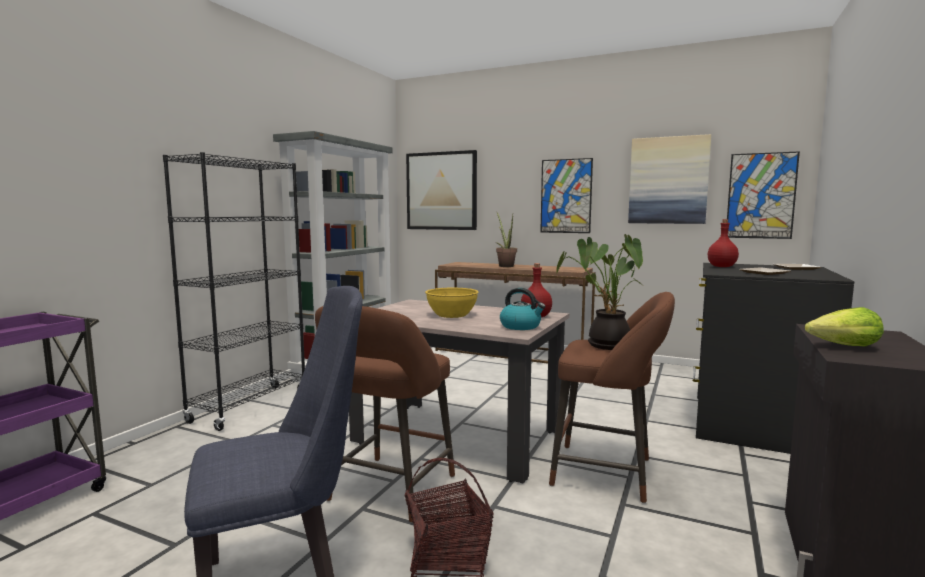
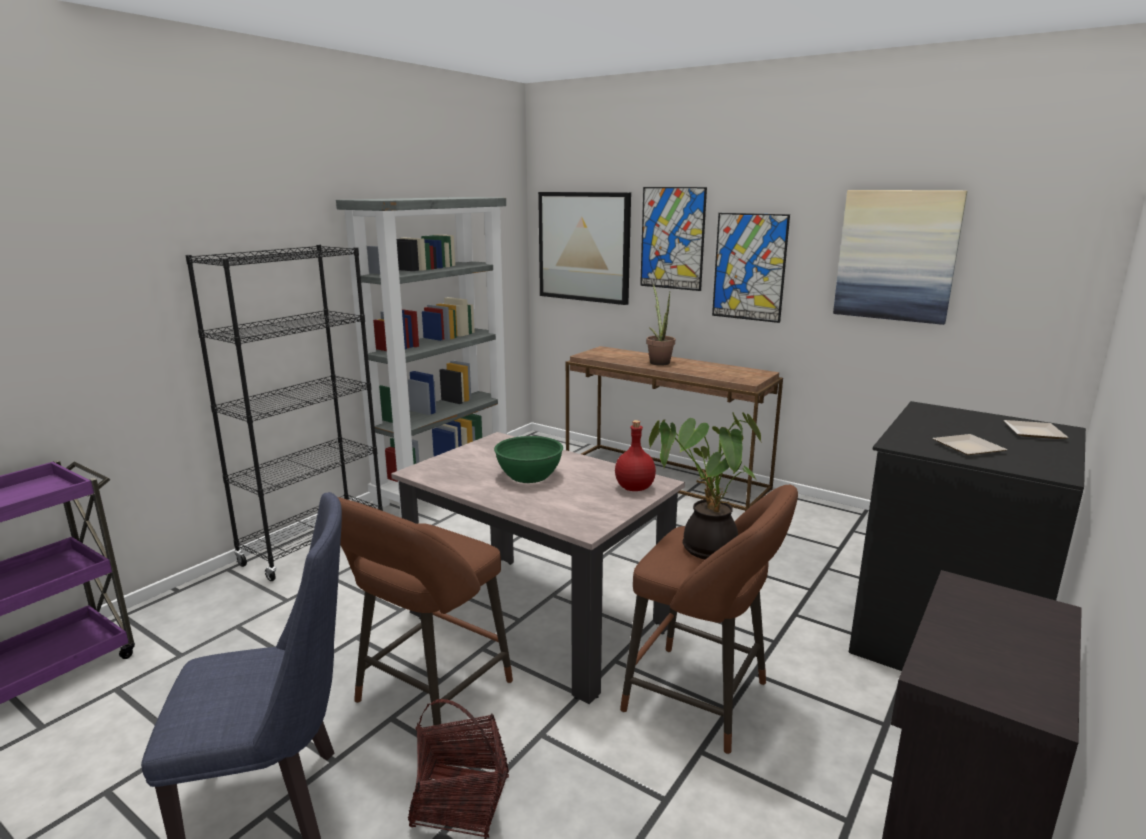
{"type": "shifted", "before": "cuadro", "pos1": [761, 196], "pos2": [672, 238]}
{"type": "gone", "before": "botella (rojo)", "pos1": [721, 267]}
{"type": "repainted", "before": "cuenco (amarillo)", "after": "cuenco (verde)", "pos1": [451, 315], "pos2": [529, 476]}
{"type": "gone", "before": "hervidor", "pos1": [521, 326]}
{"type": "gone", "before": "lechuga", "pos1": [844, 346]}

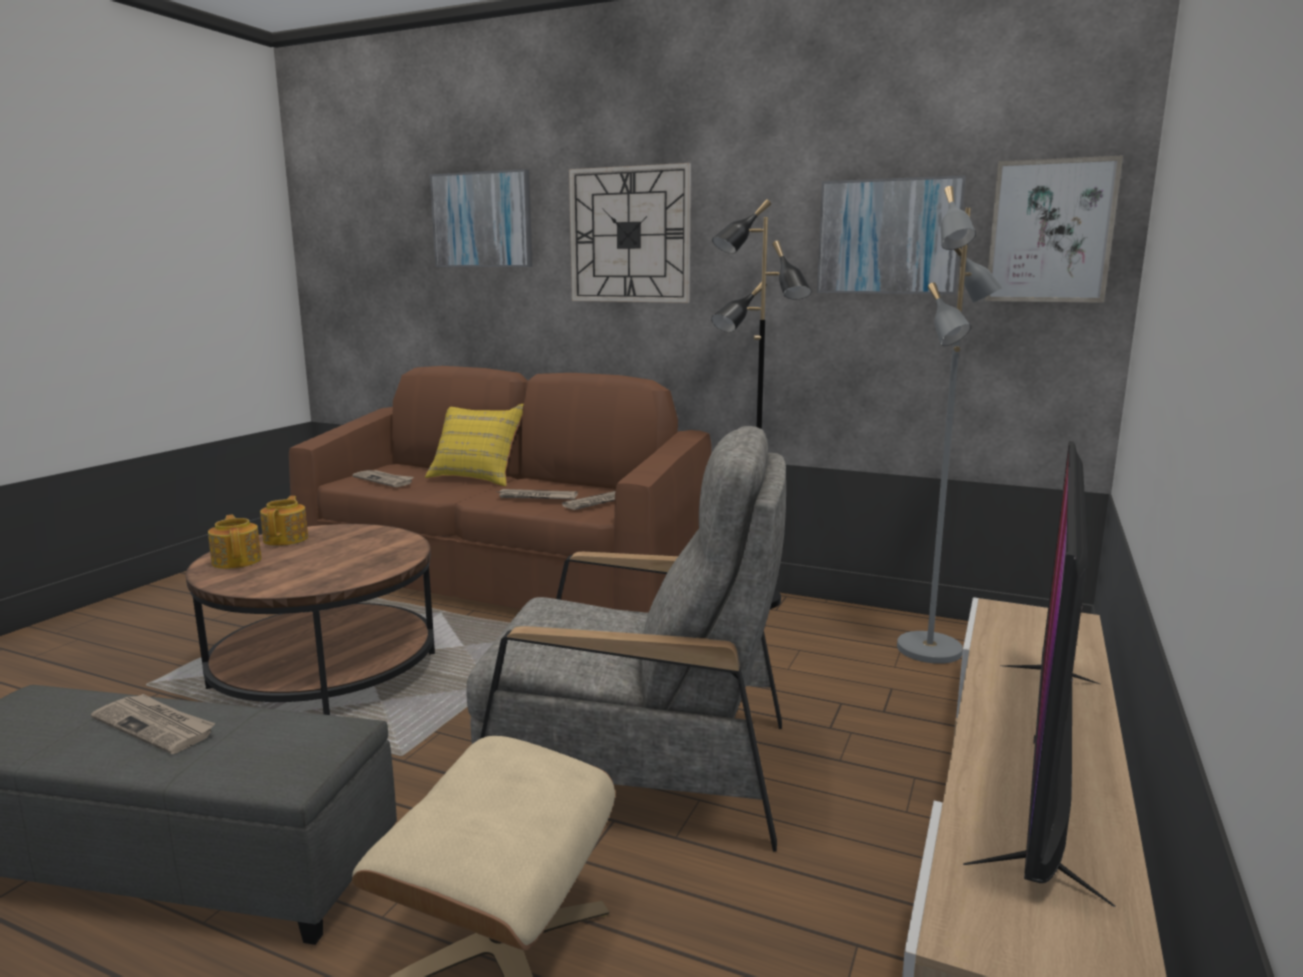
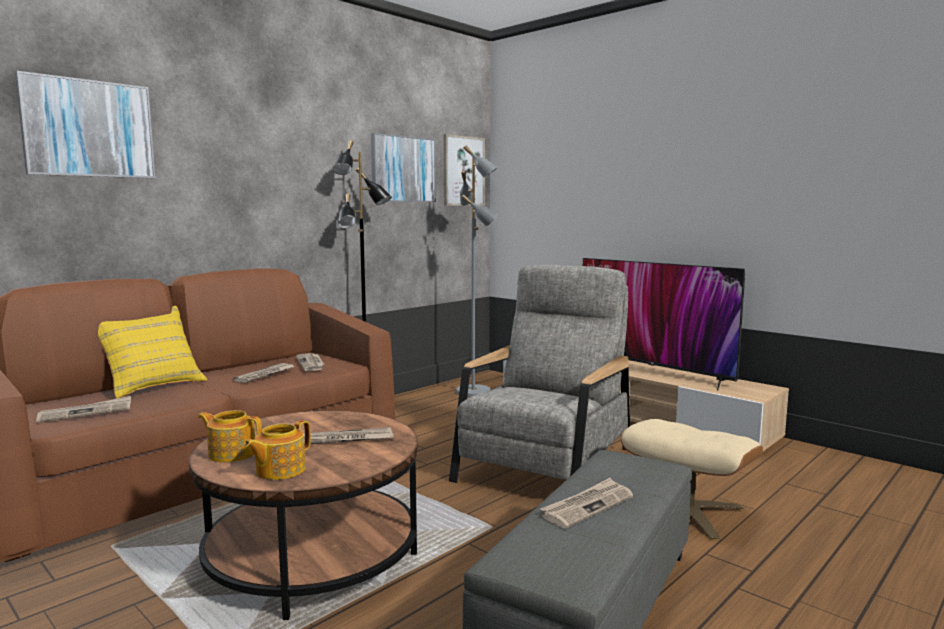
{"type": "gone", "before": "reloj de pared", "pos1": [630, 235]}
{"type": "rotated", "before": "tetera", "pos1": [237, 561], "pos2": [279, 470], "turn": -45}
{"type": "new", "after": "periódico", "pos2": [347, 439]}

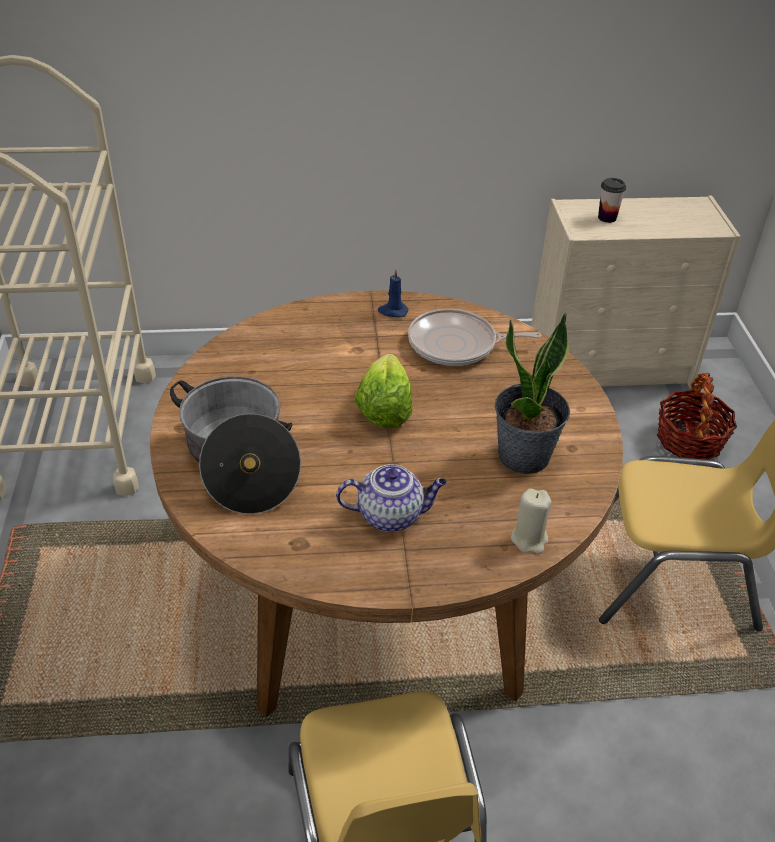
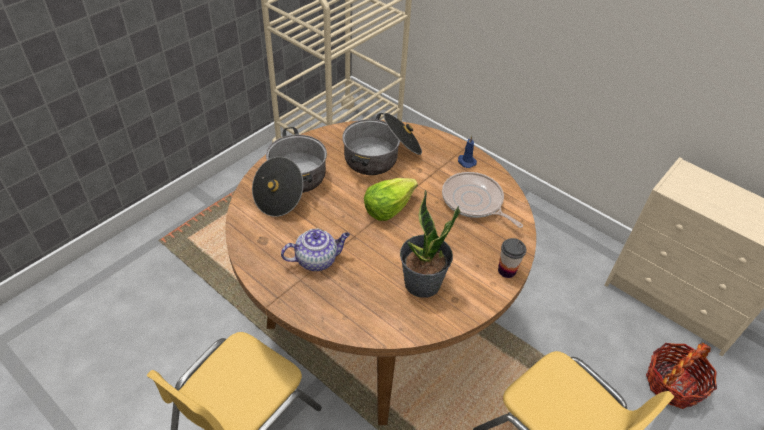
{"type": "shifted", "before": "taza", "pos1": [607, 218], "pos2": [507, 270]}
{"type": "rotated", "before": "tetera", "pos1": [391, 515], "pos2": [317, 260], "turn": -60}
{"type": "gone", "before": "vela (beis)", "pos1": [529, 539]}
{"type": "new", "after": "olla", "pos2": [382, 156]}

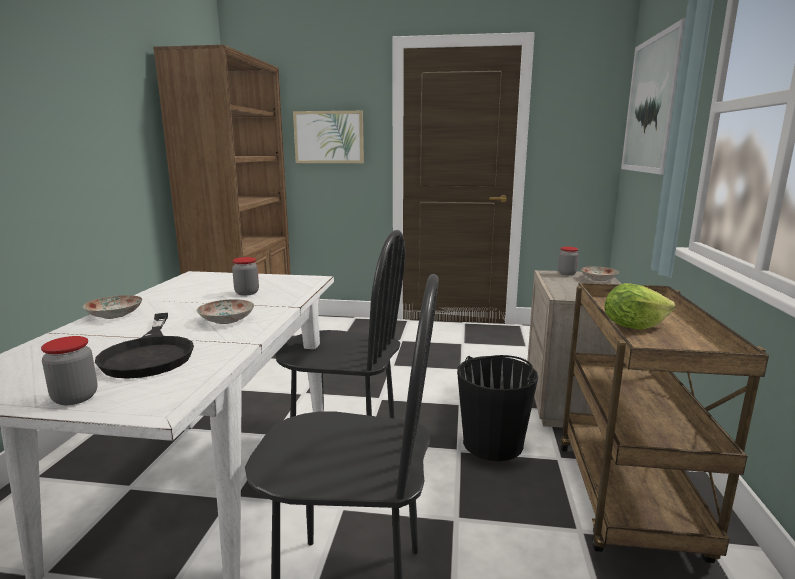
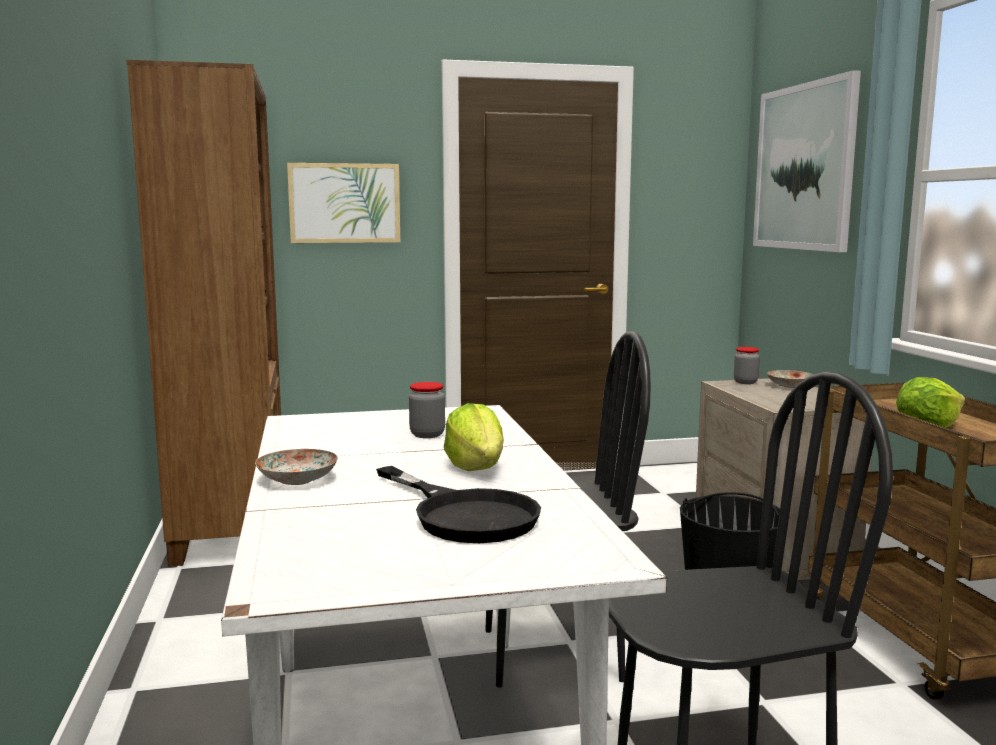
{"type": "swapped", "before": "plato", "after": "lechuga", "pos1": [227, 320], "pos2": [476, 467]}
{"type": "gone", "before": "tarro", "pos1": [75, 398]}

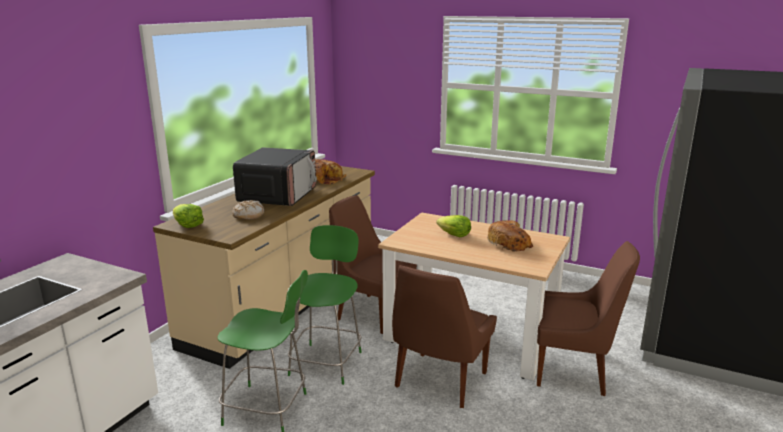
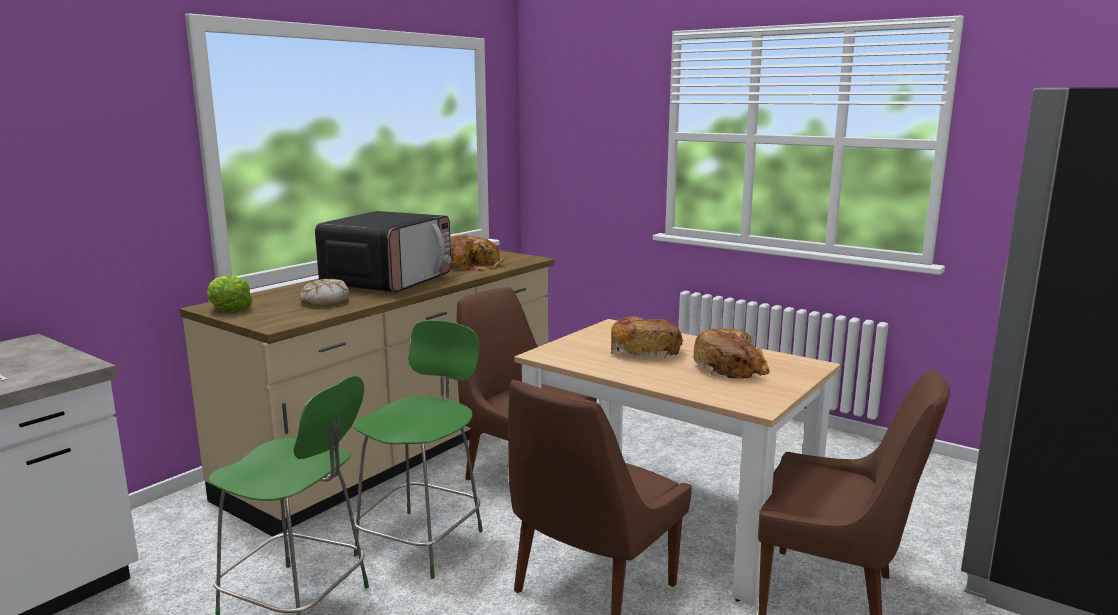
{"type": "swapped", "before": "lechuga", "after": "pan", "pos1": [454, 235], "pos2": [644, 350]}

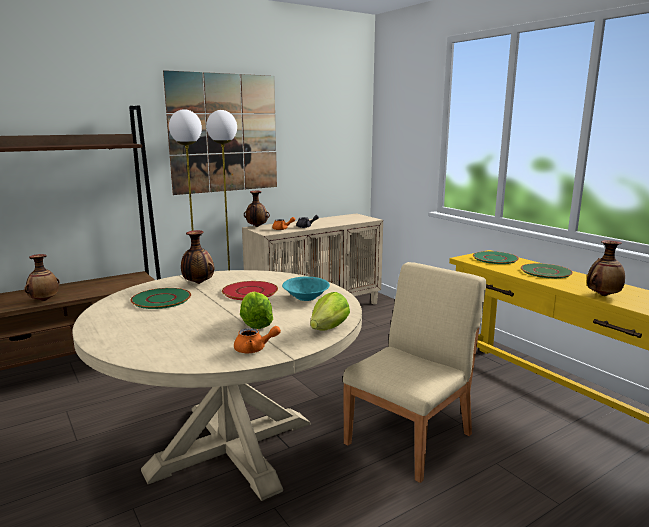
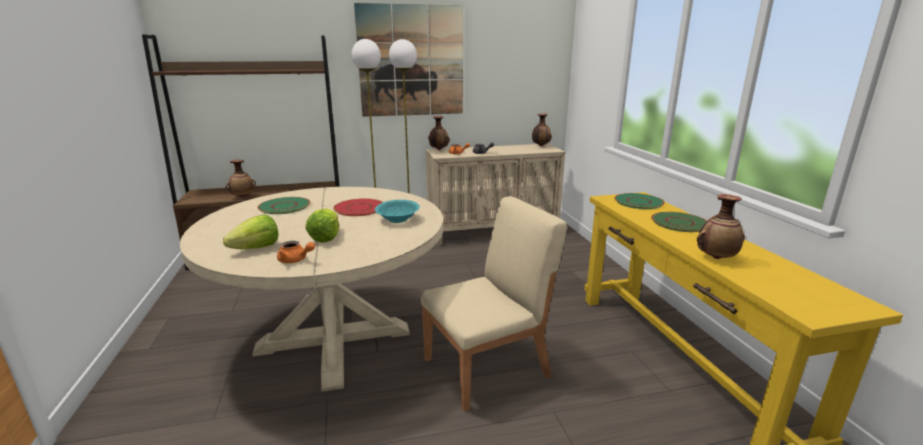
{"type": "shifted", "before": "florero", "pos1": [198, 283], "pos2": [540, 146]}
{"type": "shifted", "before": "lechuga", "pos1": [329, 328], "pos2": [257, 248]}

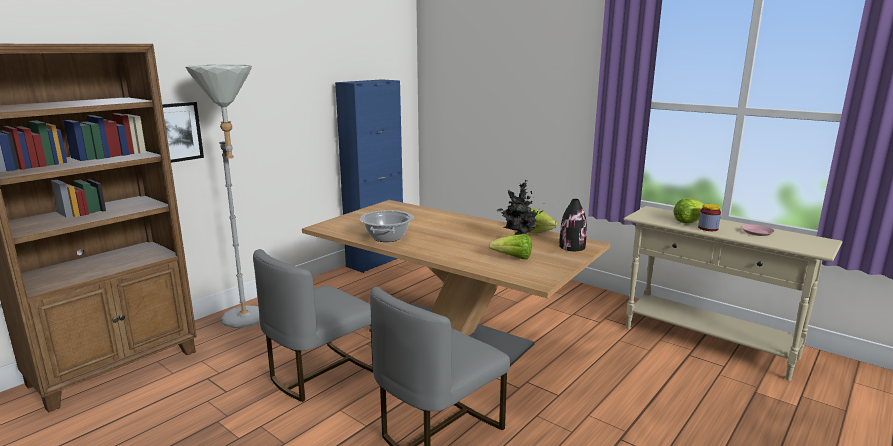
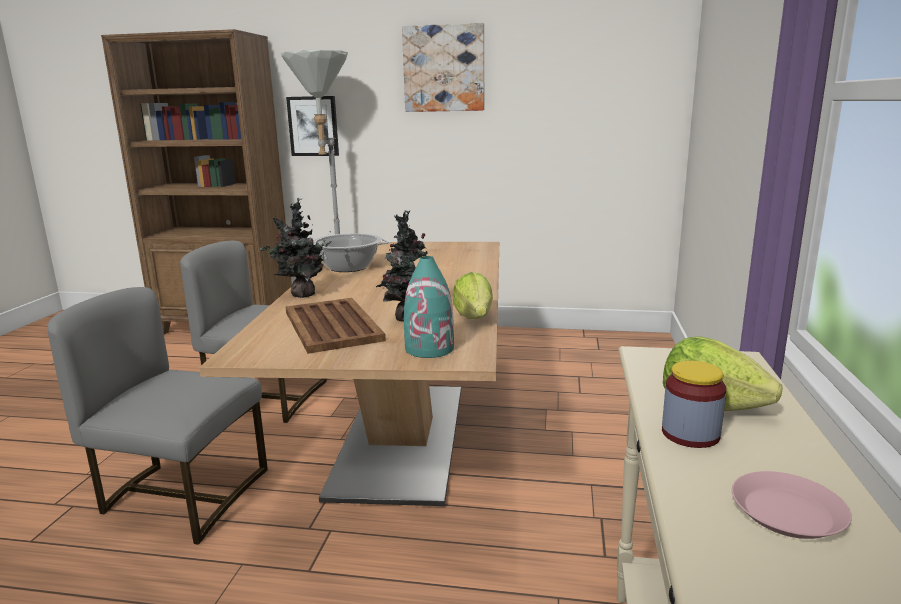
{"type": "gone", "before": "armario (azul)", "pos1": [375, 261]}
{"type": "repainted", "before": "florero (negro)", "after": "florero (turquesa)", "pos1": [572, 247], "pos2": [430, 349]}
{"type": "swapped", "before": "lechuga", "after": "bandeja (marrón)", "pos1": [513, 258], "pos2": [332, 326]}
{"type": "new", "after": "cuadro", "pos2": [444, 68]}
{"type": "new", "after": "planta en maceta", "pos2": [301, 295]}

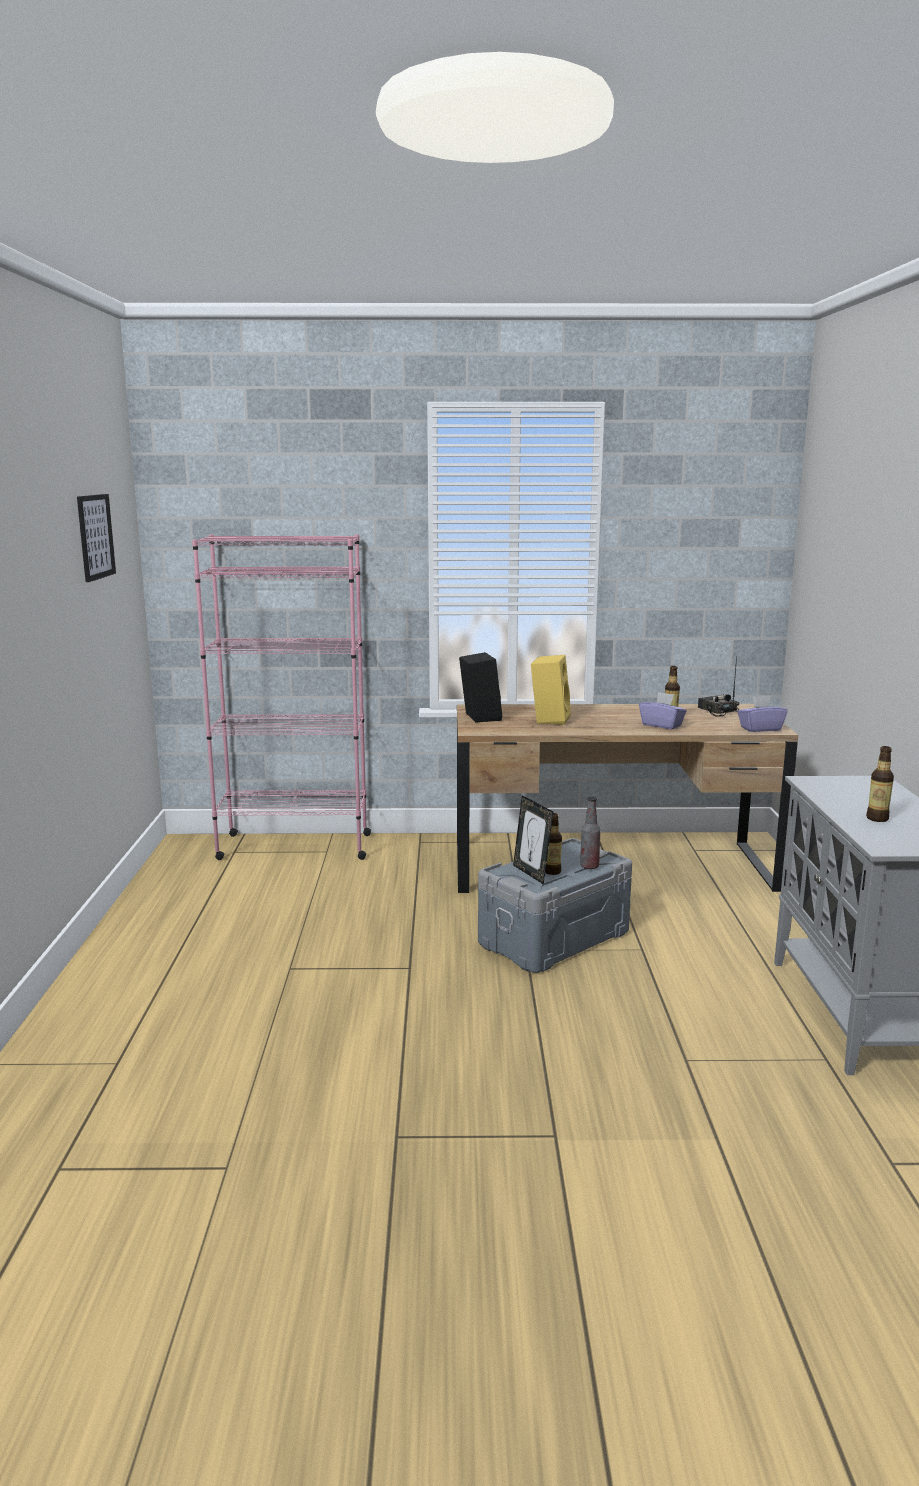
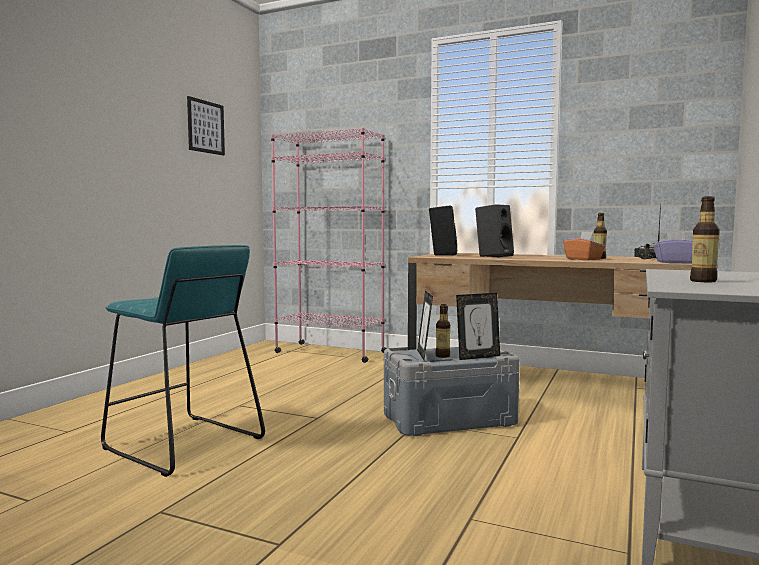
{"type": "repainted", "before": "altavoz (amarillo)", "after": "altavoz (negro)", "pos1": [549, 719], "pos2": [493, 256]}
{"type": "repainted", "before": "caja de pañuelos (morado)", "after": "caja de pañuelos (naranja)", "pos1": [662, 725], "pos2": [583, 259]}
{"type": "swapped", "before": "botella", "after": "portarretratos", "pos1": [589, 866], "pos2": [478, 357]}
{"type": "new", "after": "taburete (turquesa)", "pos2": [182, 444]}

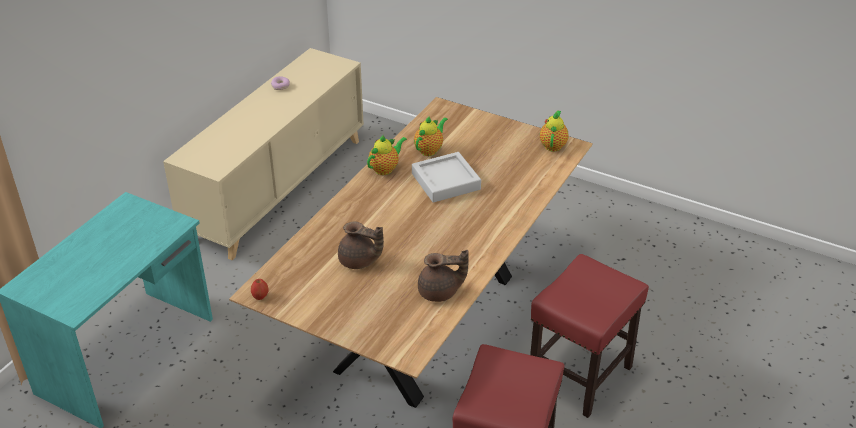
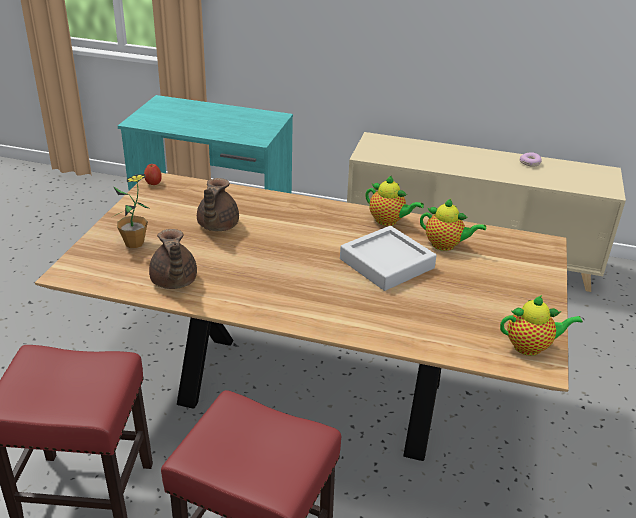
{"type": "new", "after": "planta en maceta", "pos2": [134, 243]}

